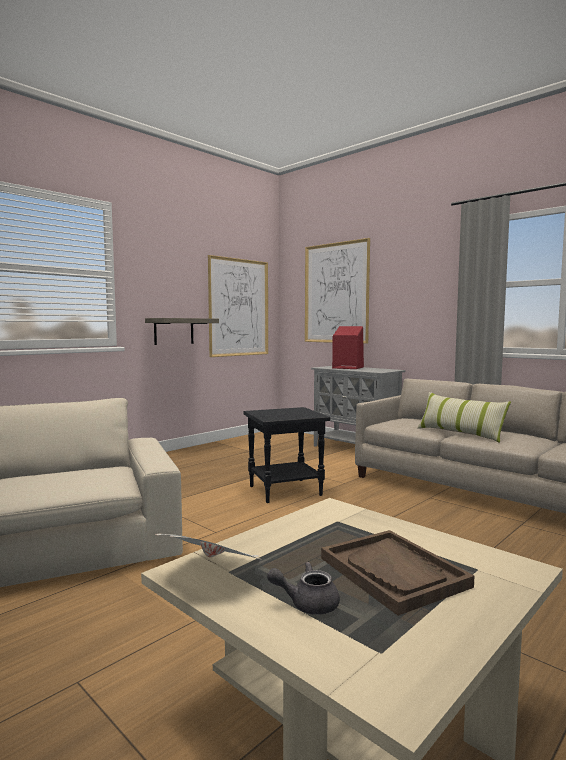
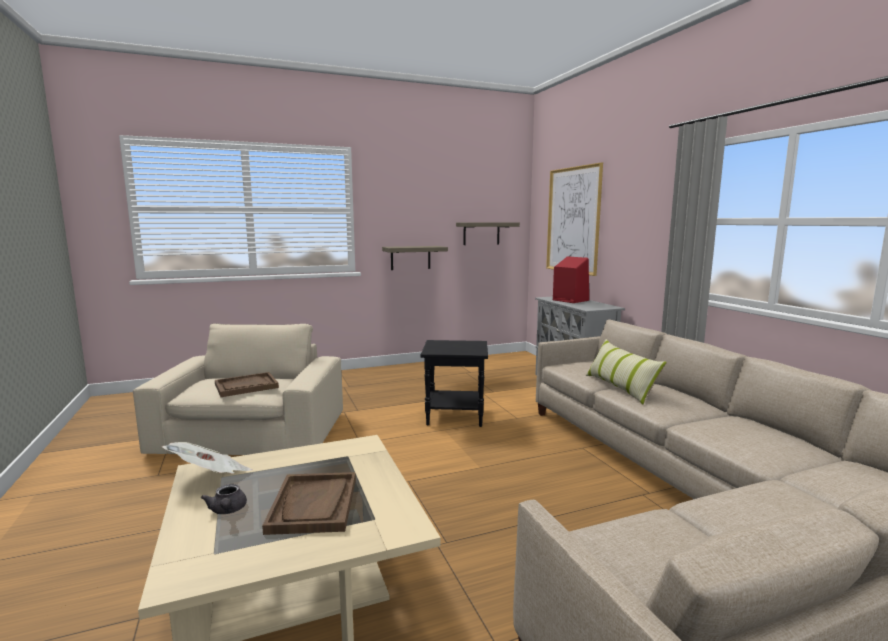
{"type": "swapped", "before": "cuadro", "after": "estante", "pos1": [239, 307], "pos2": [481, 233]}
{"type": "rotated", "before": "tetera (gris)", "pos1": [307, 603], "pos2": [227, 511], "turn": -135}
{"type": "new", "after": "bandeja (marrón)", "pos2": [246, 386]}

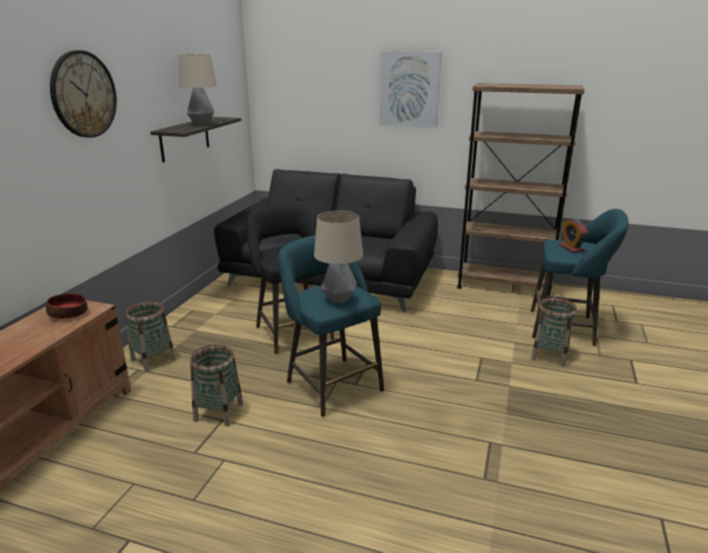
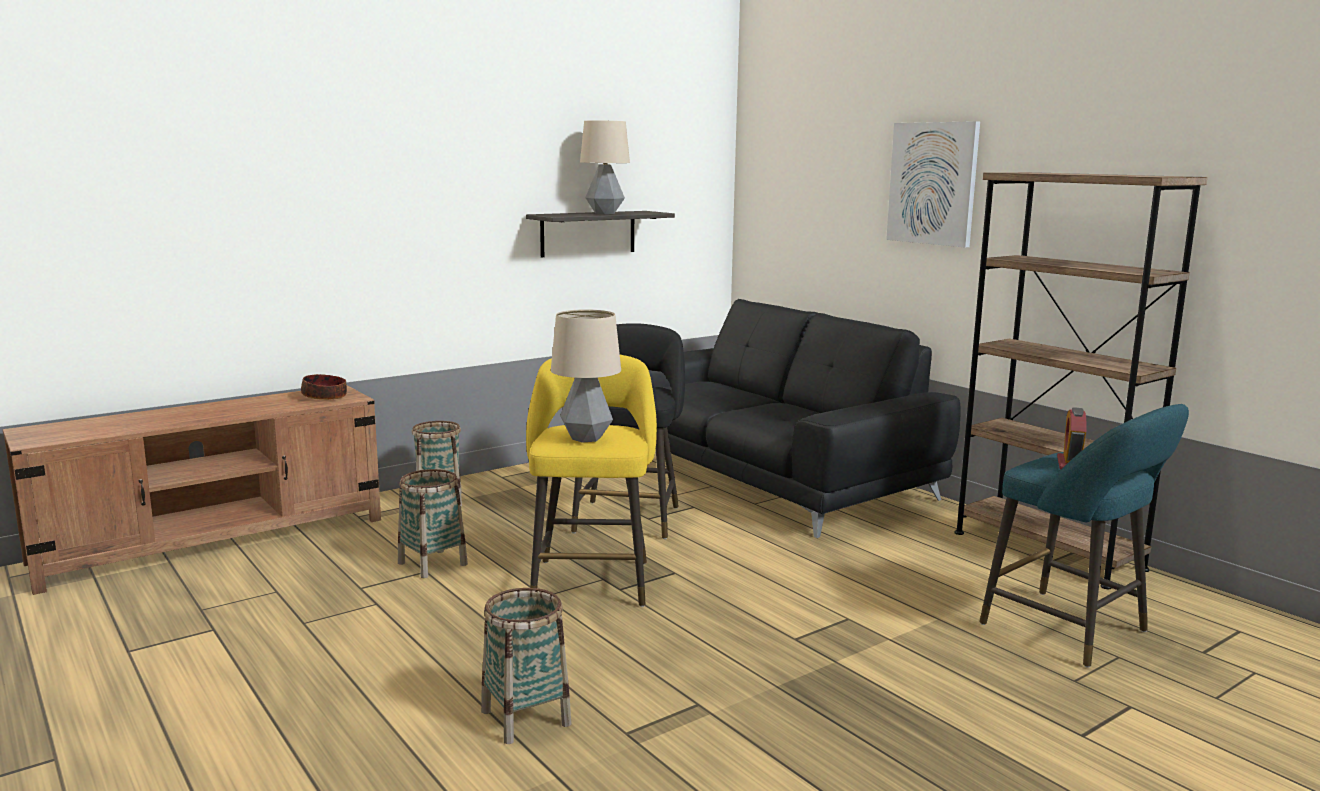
{"type": "gone", "before": "reloj de pared", "pos1": [83, 94]}
{"type": "repainted", "before": "taburete (turquesa)", "after": "taburete (amarillo)", "pos1": [331, 384], "pos2": [591, 579]}
{"type": "shifted", "before": "cesta", "pos1": [549, 355], "pos2": [525, 717]}

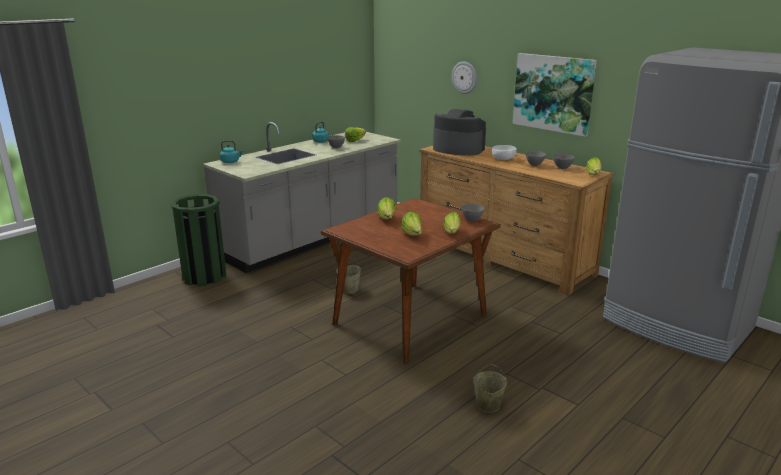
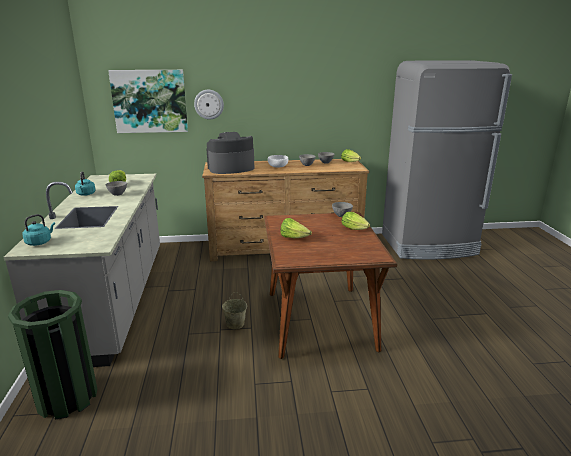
{"type": "shifted", "before": "cuadro", "pos1": [553, 93], "pos2": [150, 101]}
{"type": "gone", "before": "lechuga", "pos1": [413, 235]}
{"type": "gone", "before": "cubo (beis)", "pos1": [488, 405]}

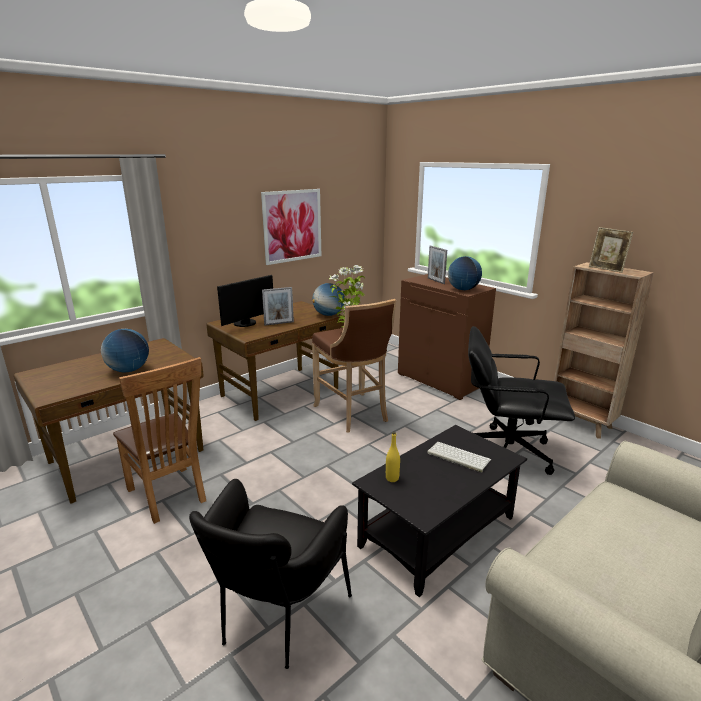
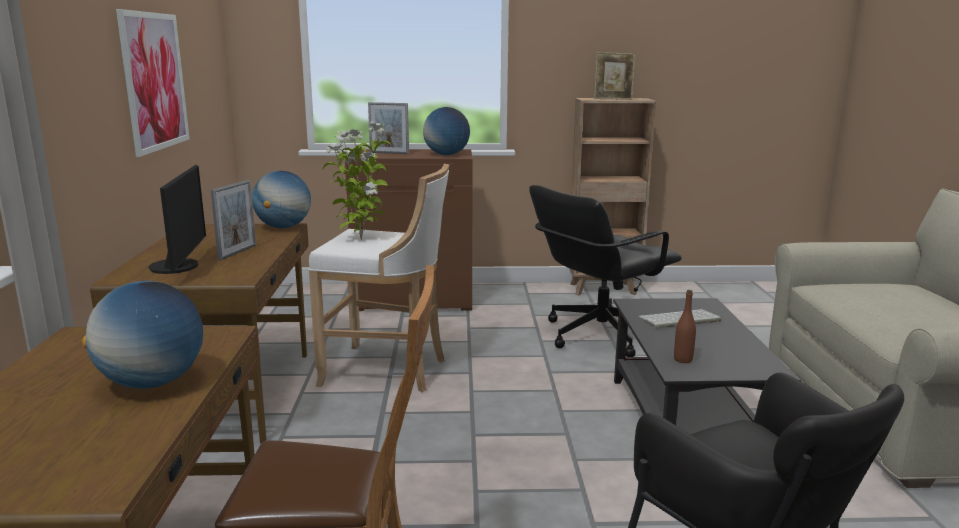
{"type": "repainted", "before": "taburete (marrón)", "after": "taburete (blanco)", "pos1": [353, 414], "pos2": [388, 371]}
{"type": "repainted", "before": "botella (amarillo)", "after": "botella (marrón)", "pos1": [392, 478], "pos2": [683, 359]}

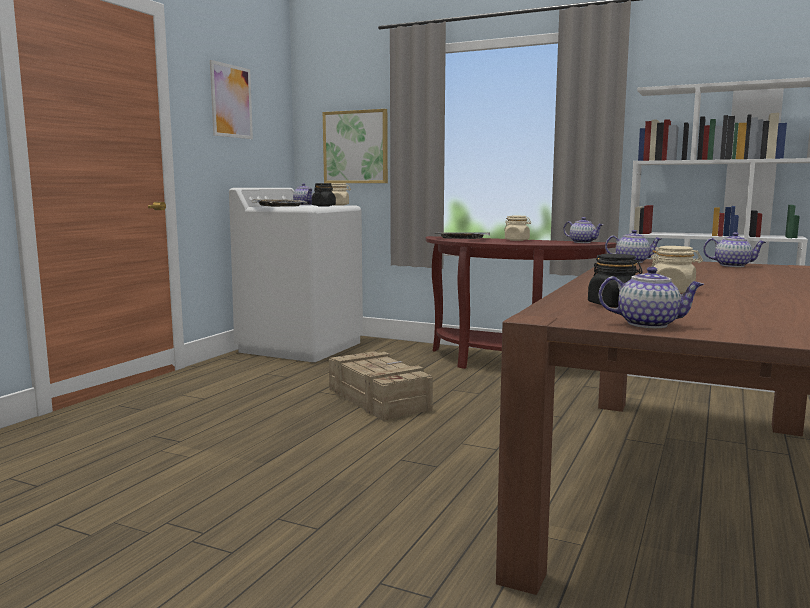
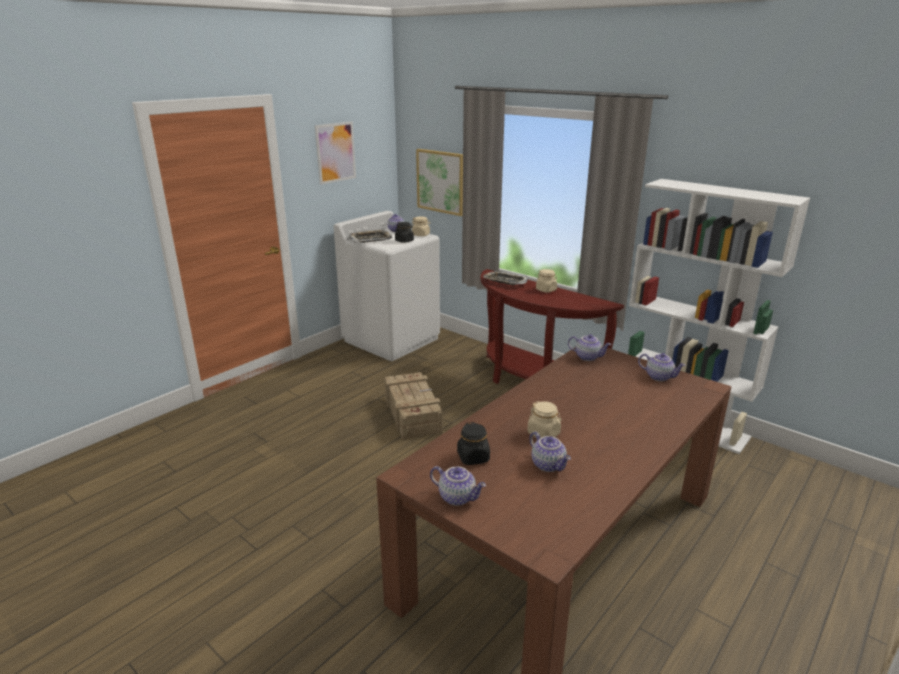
{"type": "shifted", "before": "tetera", "pos1": [583, 242], "pos2": [549, 465]}

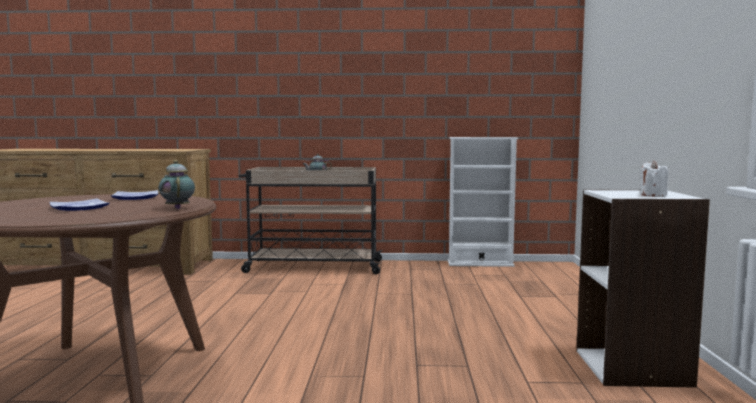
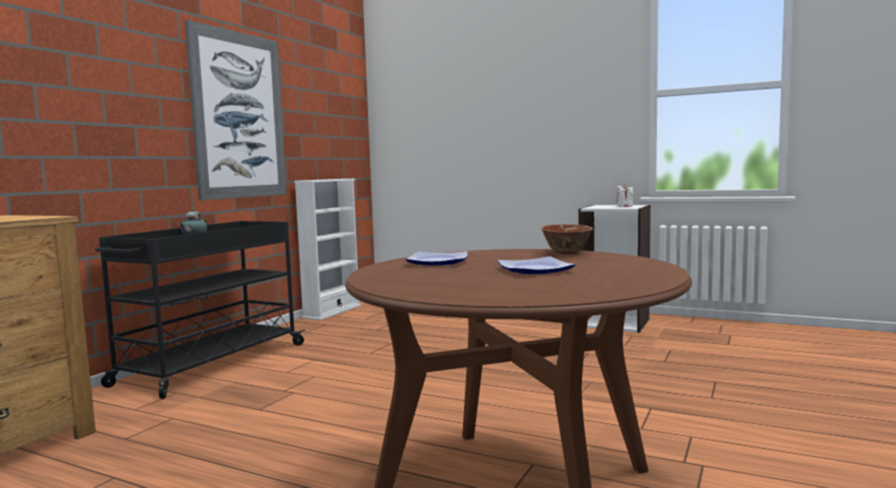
{"type": "swapped", "before": "tetera", "after": "cuenco", "pos1": [178, 208], "pos2": [567, 253]}
{"type": "repainted", "before": "carrito (beis)", "after": "carrito (negro)", "pos1": [312, 267], "pos2": [210, 364]}
{"type": "new", "after": "cuadro", "pos2": [239, 115]}

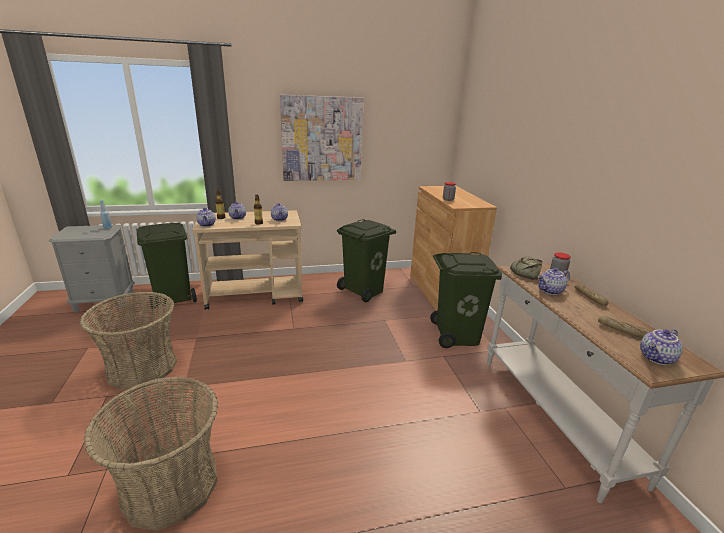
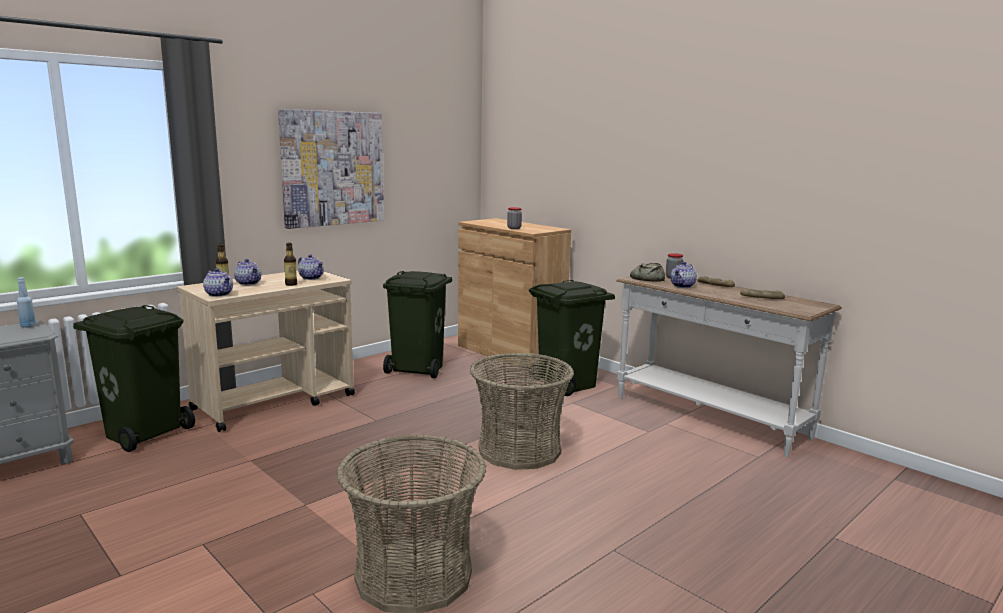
{"type": "shifted", "before": "cesta", "pos1": [142, 367], "pos2": [519, 450]}
{"type": "gone", "before": "tetera", "pos1": [657, 358]}

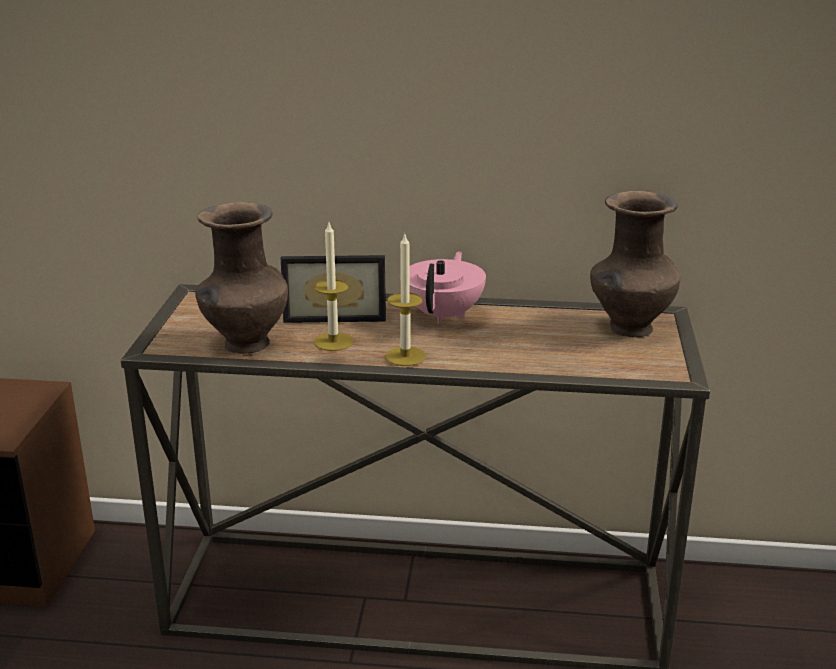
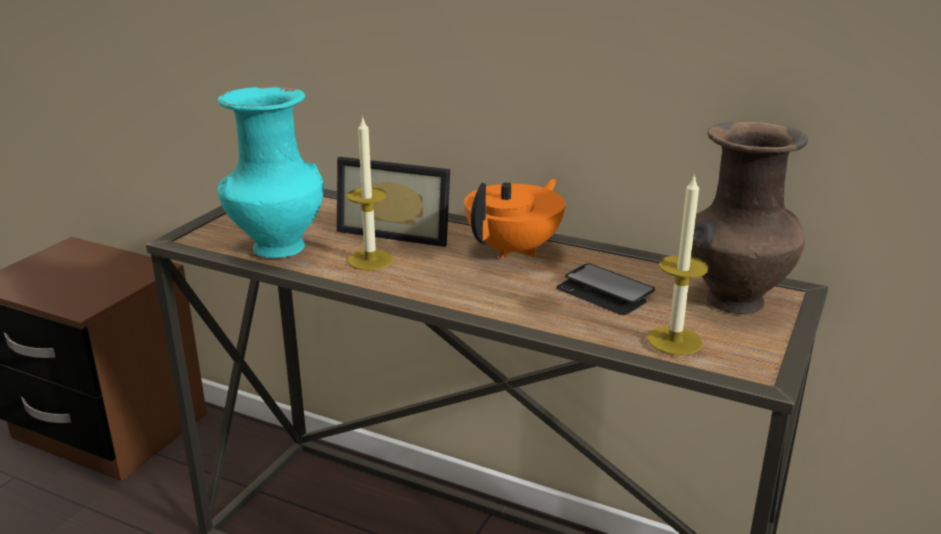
{"type": "repainted", "before": "florero (marrón)", "after": "florero (turquesa)", "pos1": [245, 345], "pos2": [276, 248]}
{"type": "shifted", "before": "vela", "pos1": [405, 356], "pos2": [674, 340]}
{"type": "repainted", "before": "tetera (rosa)", "after": "tetera (naranja)", "pos1": [444, 314], "pos2": [515, 249]}
{"type": "new", "after": "móvil", "pos2": [604, 292]}

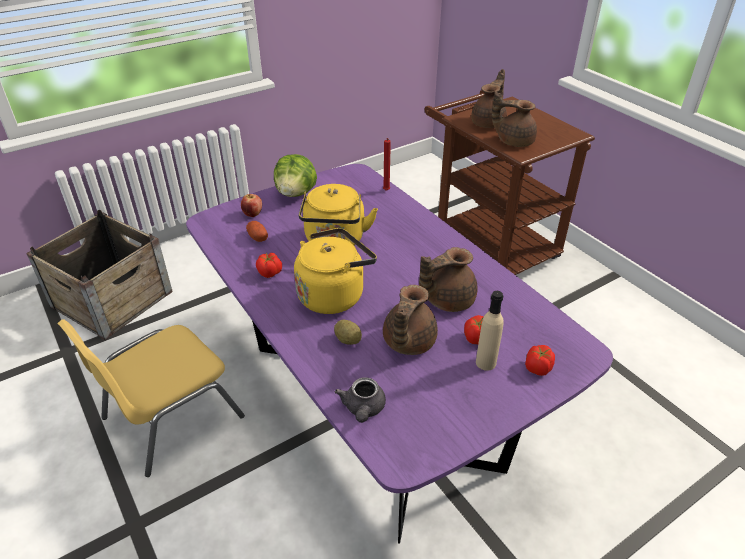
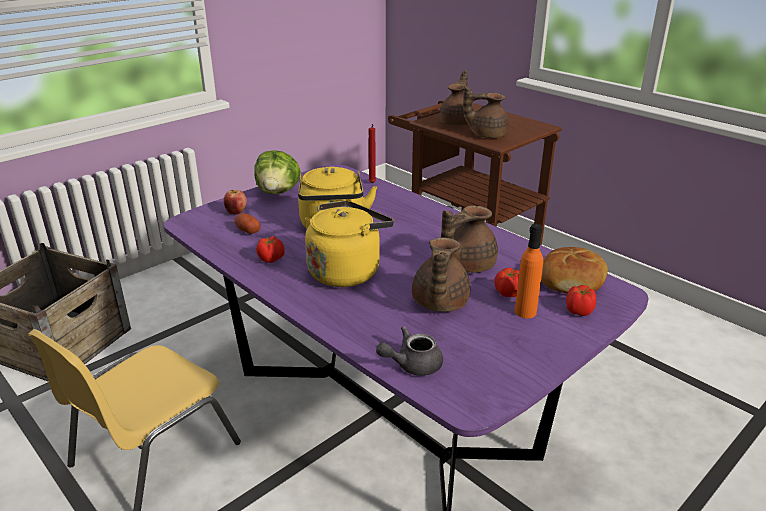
{"type": "repainted", "before": "botella (beis)", "after": "botella (naranja)", "pos1": [486, 362], "pos2": [525, 312]}
{"type": "gone", "before": "patata", "pos1": [348, 340]}
{"type": "rotated", "before": "tetera (gris)", "pos1": [363, 409], "pos2": [412, 365], "turn": 75}
{"type": "new", "after": "pan", "pos2": [572, 280]}

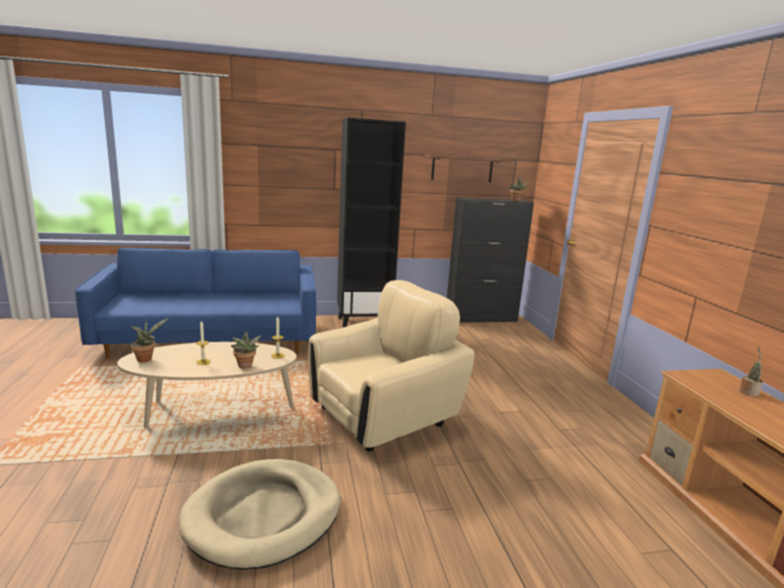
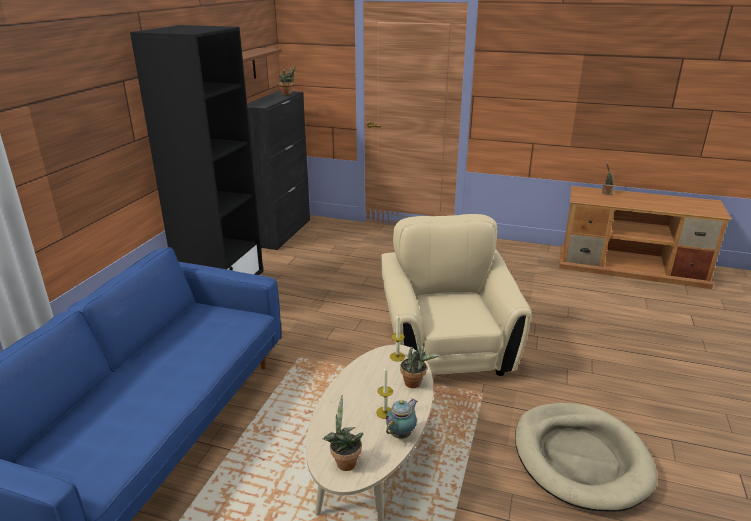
{"type": "new", "after": "tetera", "pos2": [402, 434]}

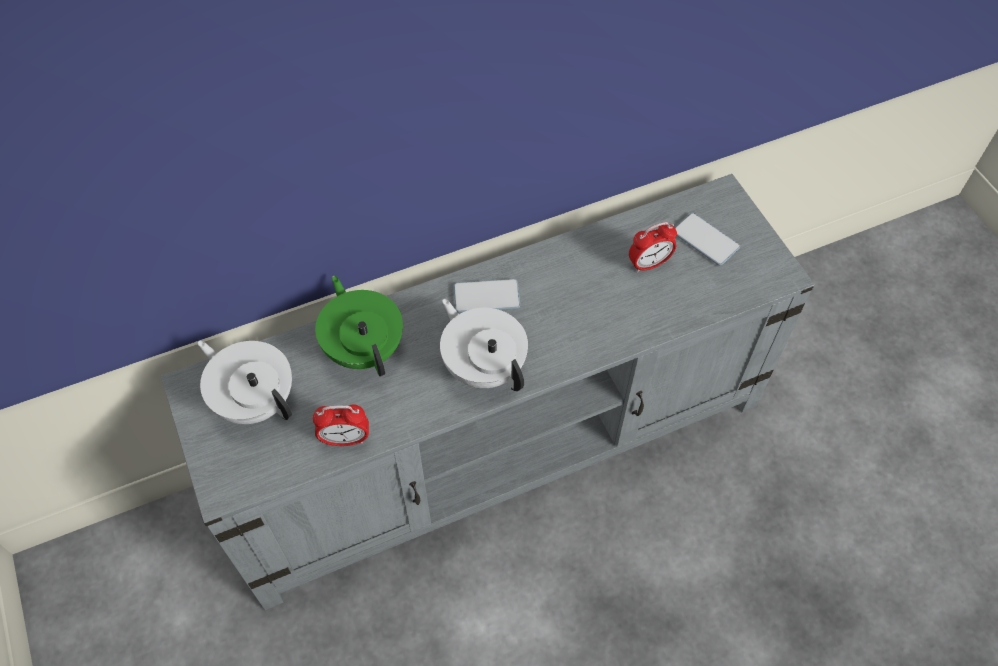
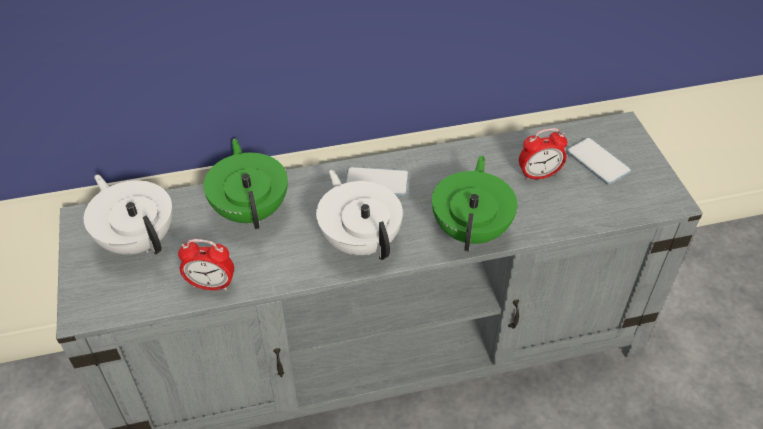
{"type": "new", "after": "tetera (verde)", "pos2": [471, 229]}

